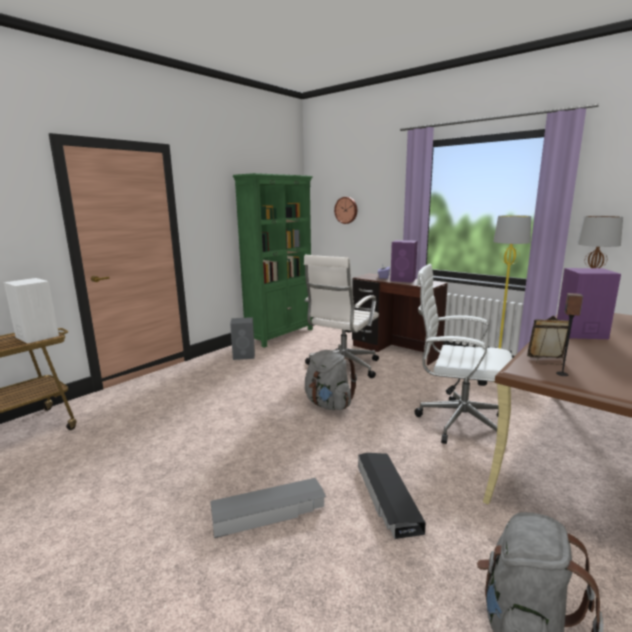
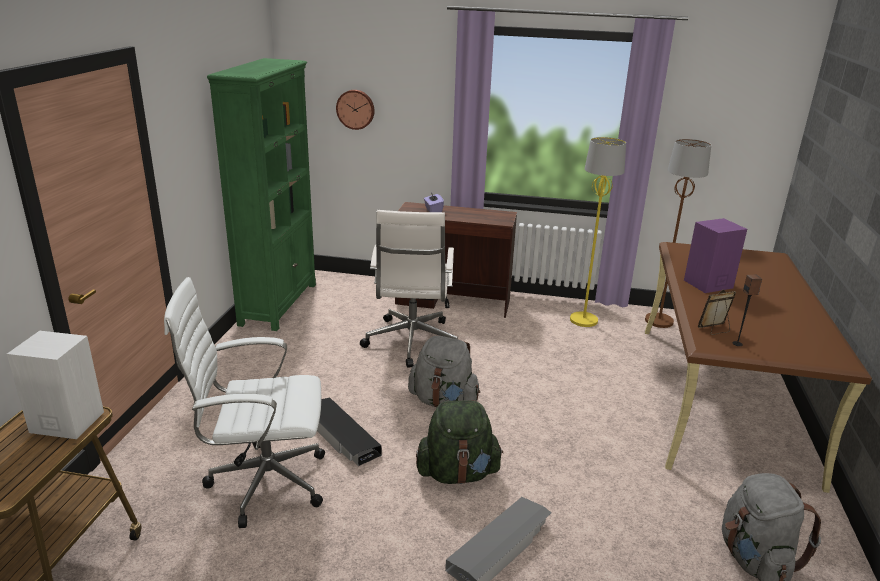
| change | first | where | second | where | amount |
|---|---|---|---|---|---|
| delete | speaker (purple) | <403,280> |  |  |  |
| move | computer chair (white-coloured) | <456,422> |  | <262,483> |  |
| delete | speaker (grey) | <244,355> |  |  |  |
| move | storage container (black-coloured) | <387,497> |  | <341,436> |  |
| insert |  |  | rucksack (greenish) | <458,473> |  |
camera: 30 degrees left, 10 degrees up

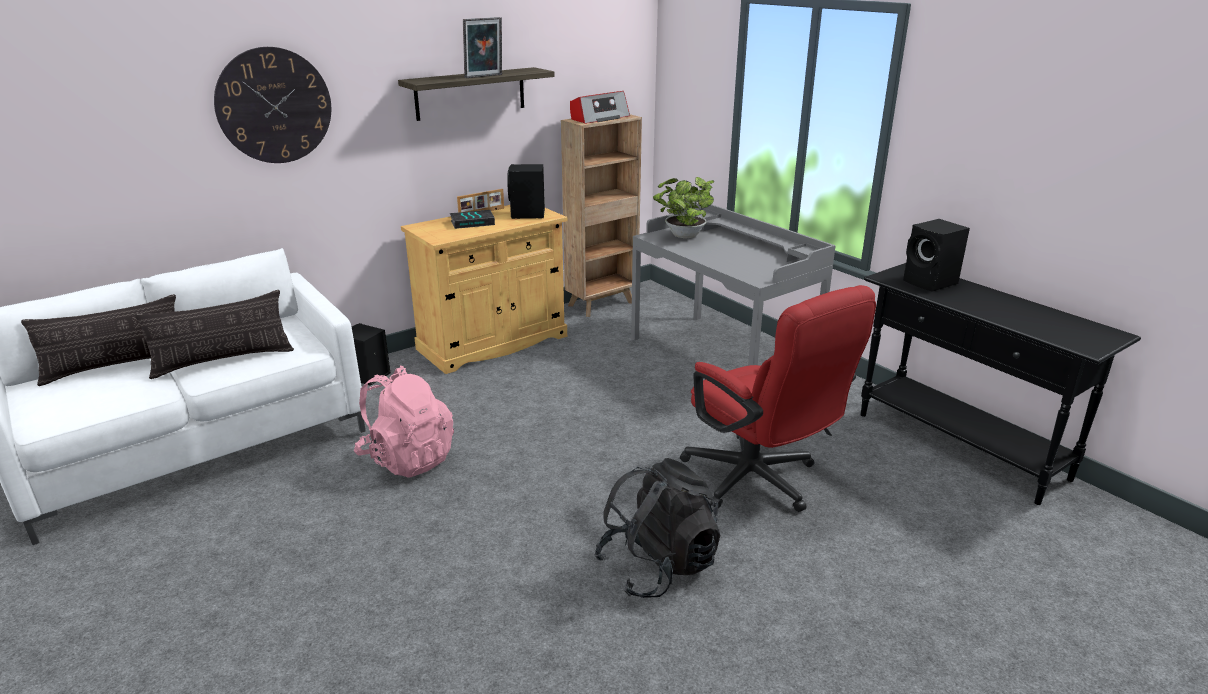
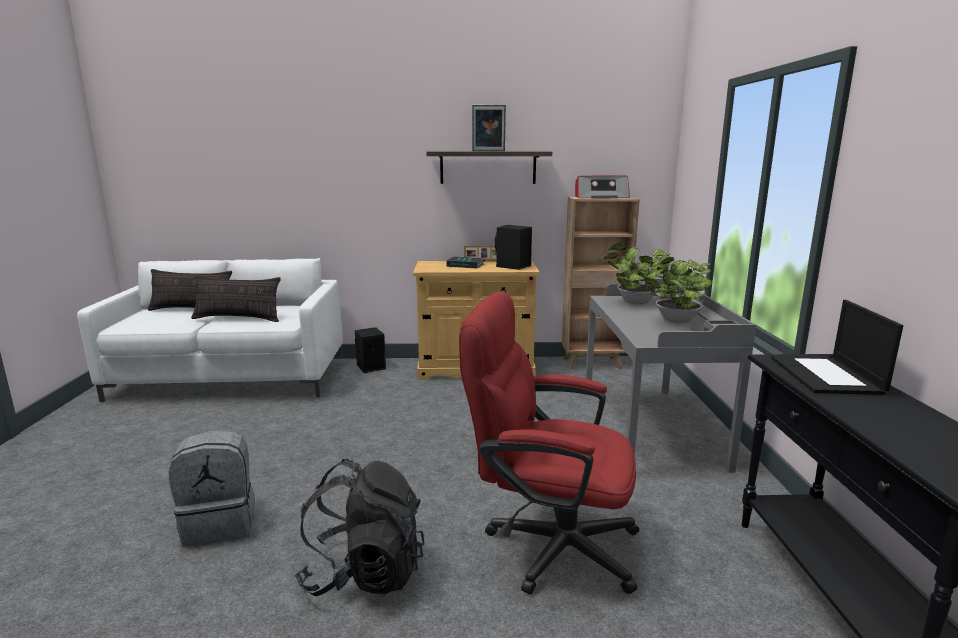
| change | first | where | second | where | amount |
|---|---|---|---|---|---|
| delete | hanging clock | <274,106> |  |  |  |
| replace | speaker (black-coloured) | <931,283> | notebook computer | <827,376> |  |
| rotate | computer chair (red) | <759,482> |  | <548,544> | 105 degrees clockwise |
| delete | rucksack (pinkish) | <407,458> |  |  |  |
| insert |  |  | houseplant | <674,321> |  |
| insert |  |  | rucksack (grey) | <221,523> |  |
camera: 35 degrees right, 10 degrees down

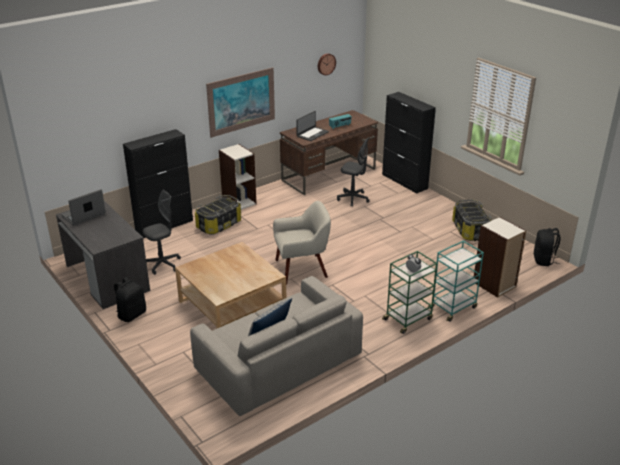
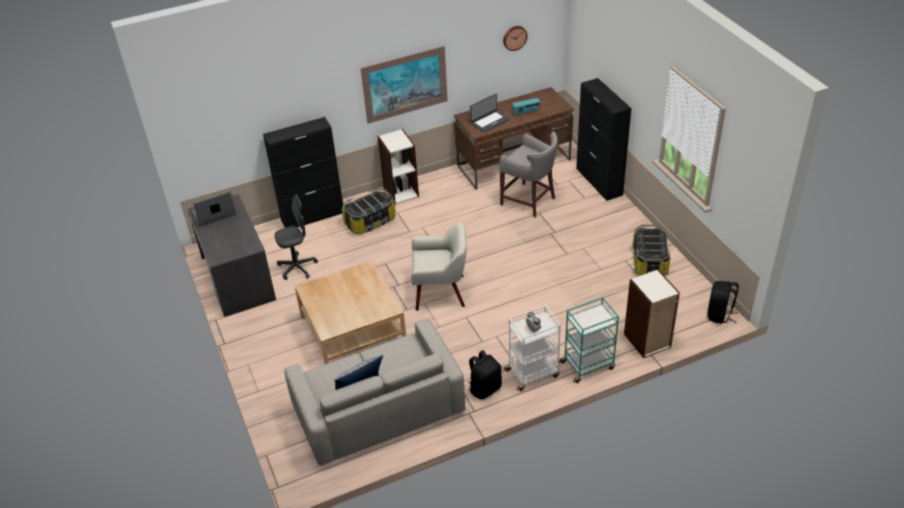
| change | first | where | second | where | amount |
|---|---|---|---|---|---|
| replace | computer chair (grey) | <353,199> | stool seat (grey) | <529,201> |  |
| recolor | cart (greenish) | <408,319> | cart (white-coloured) | <532,373> |  |
| move | rucksack (black-coloured) | <131,314> |  | <485,388> |  |
camera: 15 degrees right, 10 degrees up

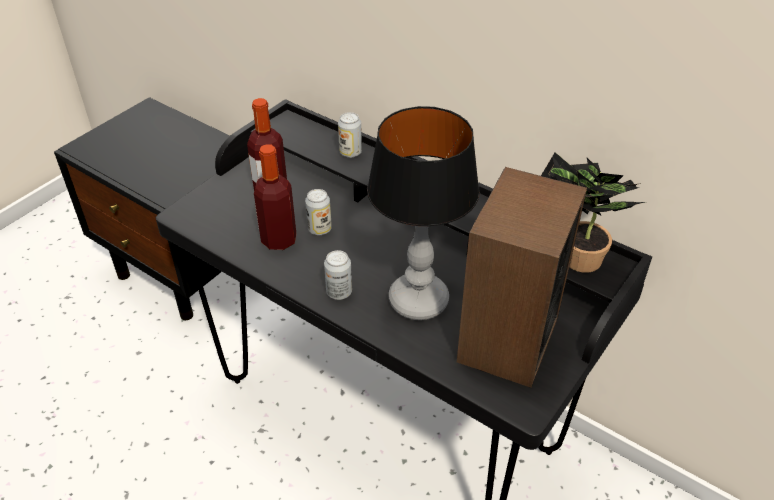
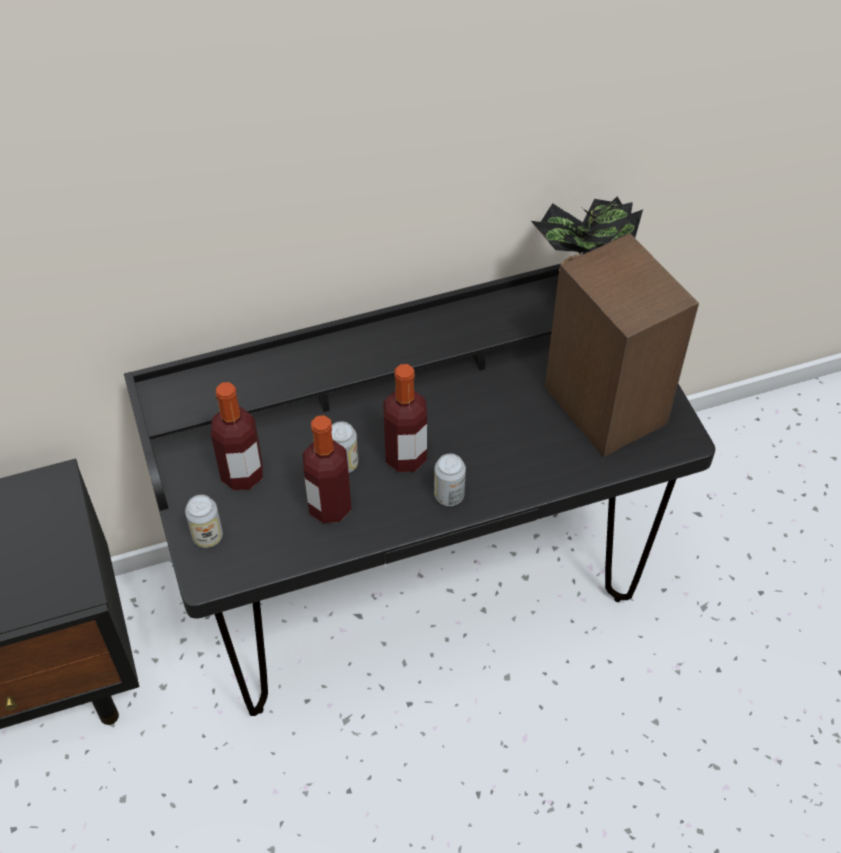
| change | first | where | second | where | amount |
|---|---|---|---|---|---|
| delete | table lamp | <417,301> |  |  |  |
| move | sealed can | <350,152> |  | <207,536> |  |
| insert |  |  | beverage bottle | <405,457> |  |
camera: 55 degrees left, 10 degrees up

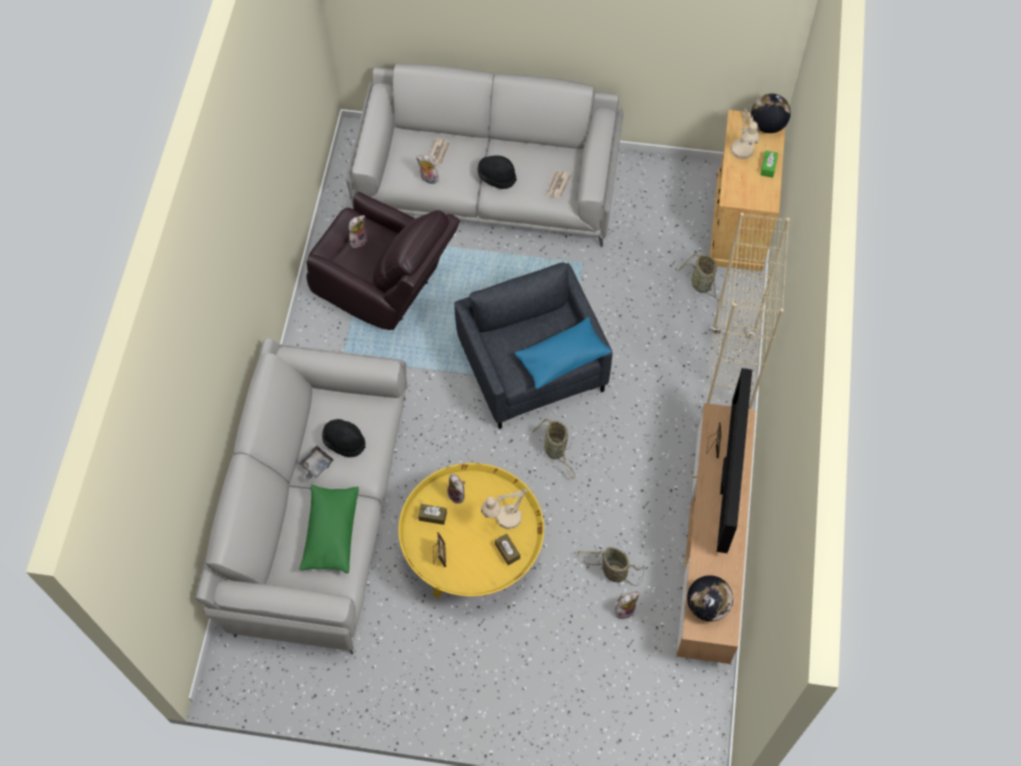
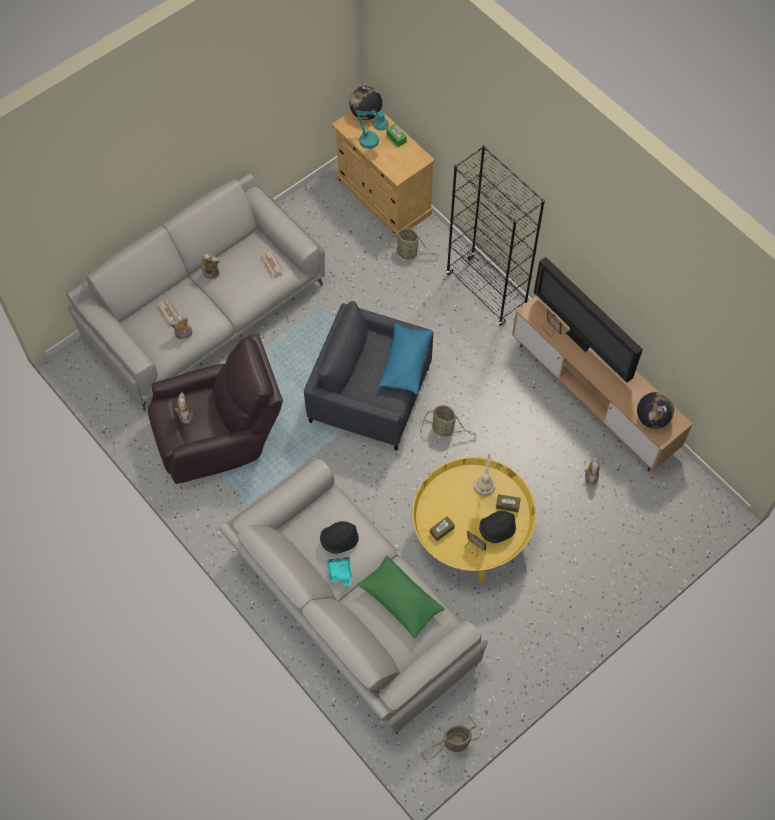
| change | first | where | second | where | amount |
|---|---|---|---|---|---|
| recolor | table lamp (beige-coloured) | <742,154> | table lamp (blue-green) | <372,143> |  |
| move | wearable hat (black-coloured) | <497,177> |  | <497,530> |  |
| recolor | shelving unit (beige-coloured) | <729,375> | shelving unit (black-coloured) | <486,291> |  |
| recolor | tray (grey) | <315,465> | tray (blue-green) | <340,572> |  |
| move | plush toy | <458,494> |  | <212,273> |  |
| move | storage basket | <612,571> |  | <454,743> |  |
camera: 50 degrees left, 0 degrees up

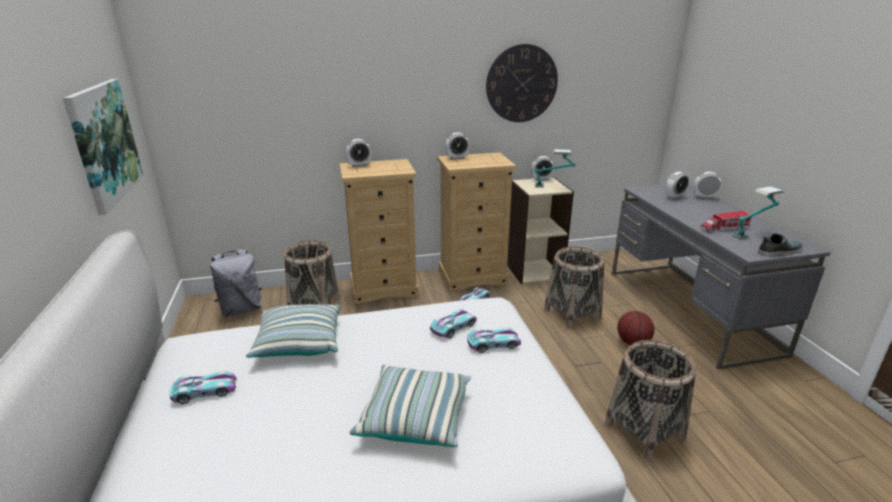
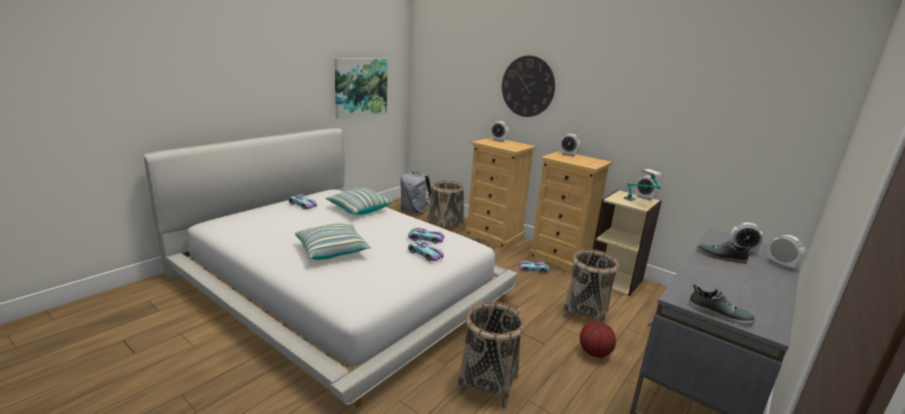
| change | first | where | second | where | amount |
|---|---|---|---|---|---|
| move | hanging clock | <521,84> |  | <527,86> |  |
| delete | table lamp | <752,234> |  |  |  |
| delete | model truck | <724,228> |  |  |  |
| insert |  |  | low shoe | <721,257> |  |
camera: 50 degrees right, 5 degrees down

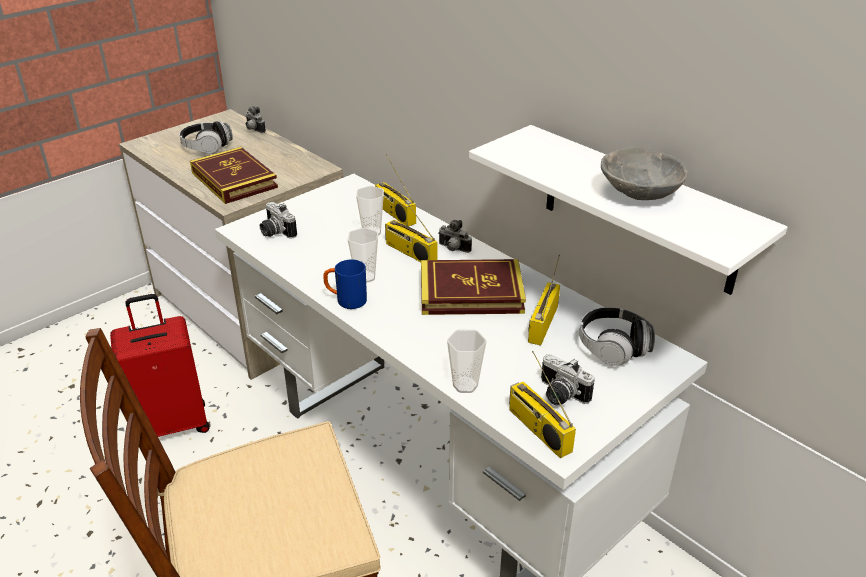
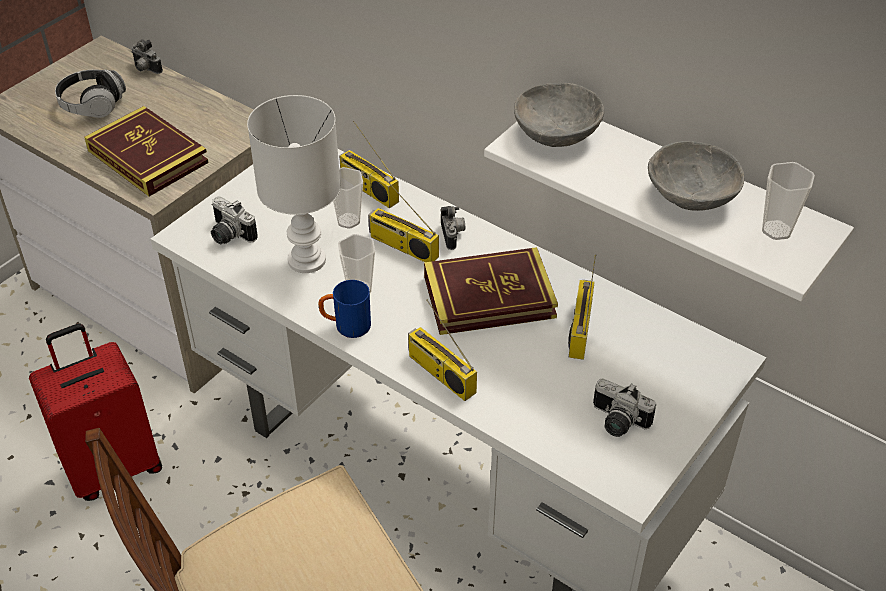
| change | first | where | second | where | amount |
|---|---|---|---|---|---|
| rotate | still camera | <453,249> |  | <453,236> | 120 degrees counterclockwise |
| delete | pair of headphones | <613,347> |  |  |  |
| move | cup | <465,385> |  | <776,230> |  |
| move | radio | <537,429> |  | <439,374> |  |
| insert |  |  | deep dish (grey) | <558,134> |  |
| insert |  |  | table lamp (white-coloured) | <305,260> |  |
camera: 10 degrees left, 10 degrees up

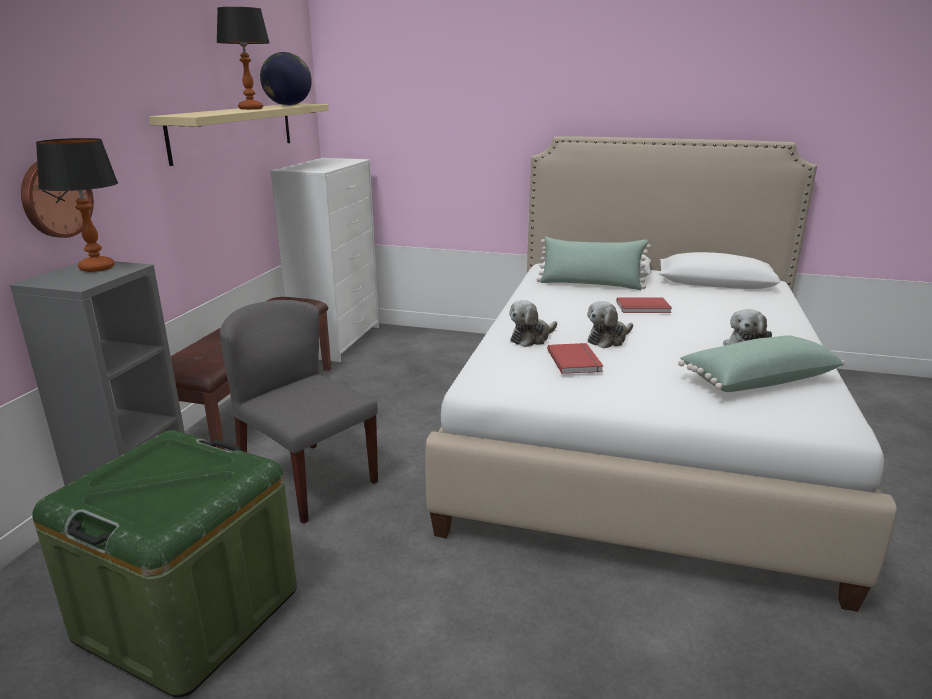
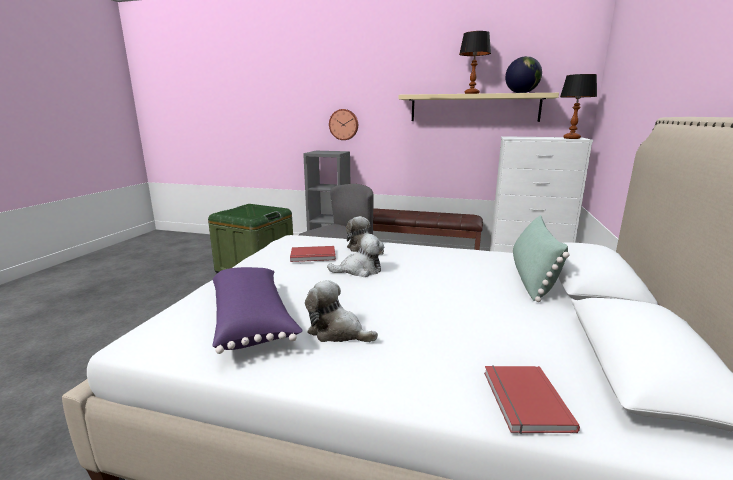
| change | first | where | second | where | amount |
|---|---|---|---|---|---|
| move | table lamp | <97,268> |  | <572,138> |  |
| move | volume (red) | <644,308> |  | <523,400> |  |
| rotate | plush toy | <608,339> |  | <359,270> | 120 degrees clockwise |
| recolor | throw pillow (greenish) | <756,379> | throw pillow (purple) | <253,321> |  |
camera: 90 degrees right, 5 degrees down

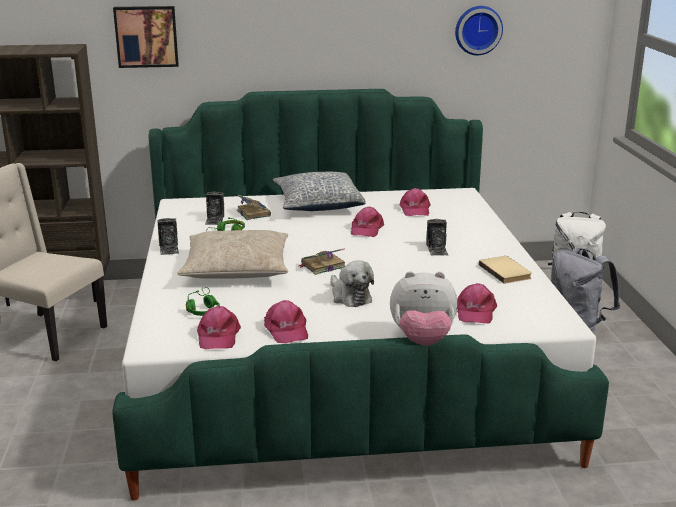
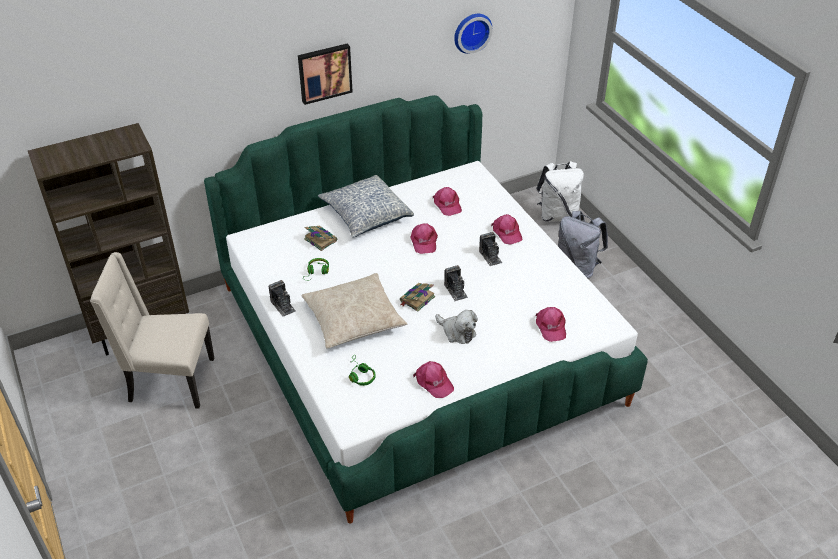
| change | first | where | second | where | amount |
|---|---|---|---|---|---|
| move | picture | <146,36> |  | <324,72> |  |
| move | still camera | <214,219> |  | <456,291> |  |
| delete | volume (beige-coloured) | <506,271> |  |  |  |
| delete | plush toy | <422,340> |  |  |  |
| move | baseball cap (pinkish) | <218,336> |  | <507,232> |  |
camera: 20 degrees left, 20 degrees up

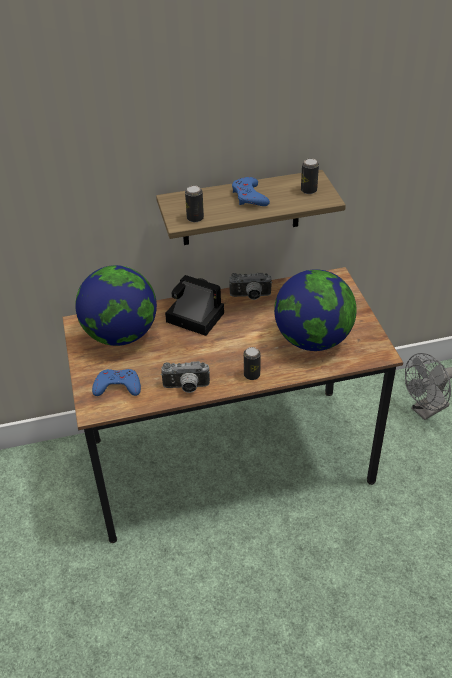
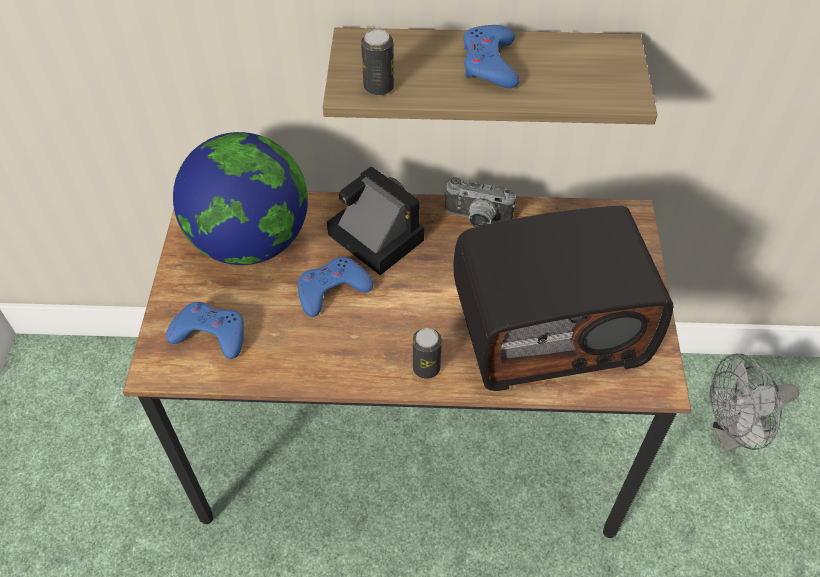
| change | first | where | second | where | amount |
|---|---|---|---|---|---|
| delete | sealed can | <308,190> |  |  |  |
| replace | desk globe | <313,340> | radio | <549,327> |  |
| delete | still camera | <186,388> |  |  |  |
| insert |  |  | gamepad (blue-coloured) | <332,290> |  |
camera: 15 degrees right, 10 degrees up

